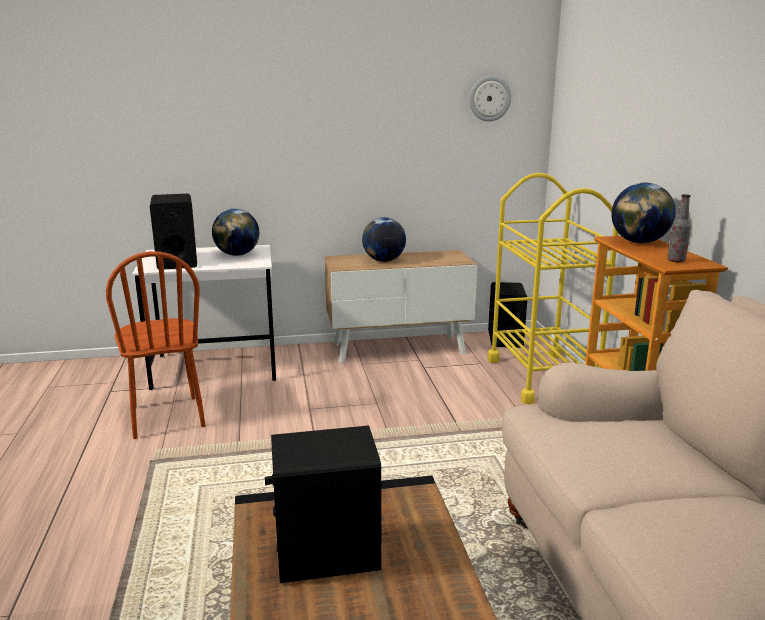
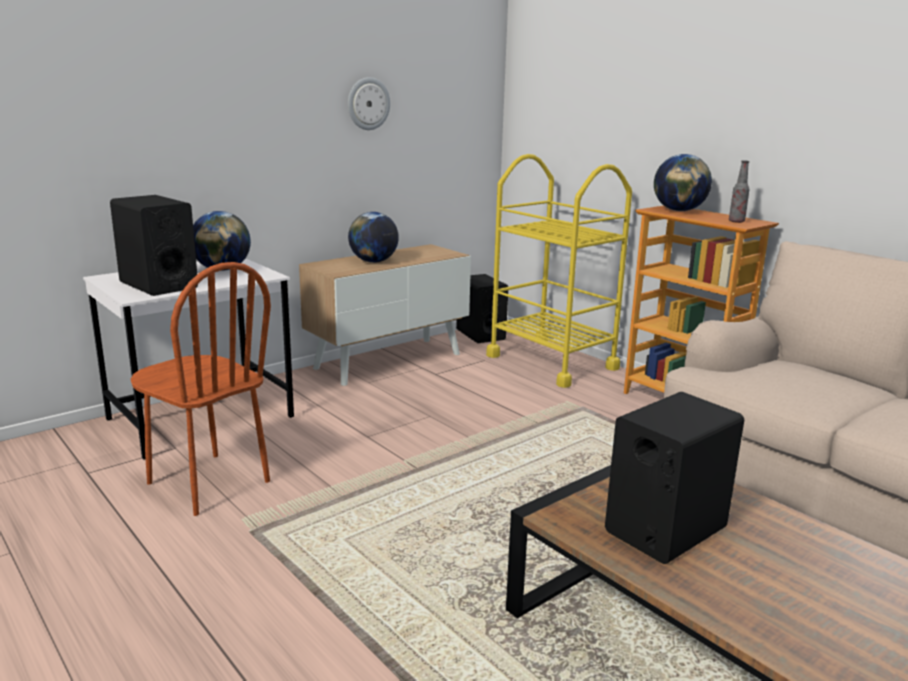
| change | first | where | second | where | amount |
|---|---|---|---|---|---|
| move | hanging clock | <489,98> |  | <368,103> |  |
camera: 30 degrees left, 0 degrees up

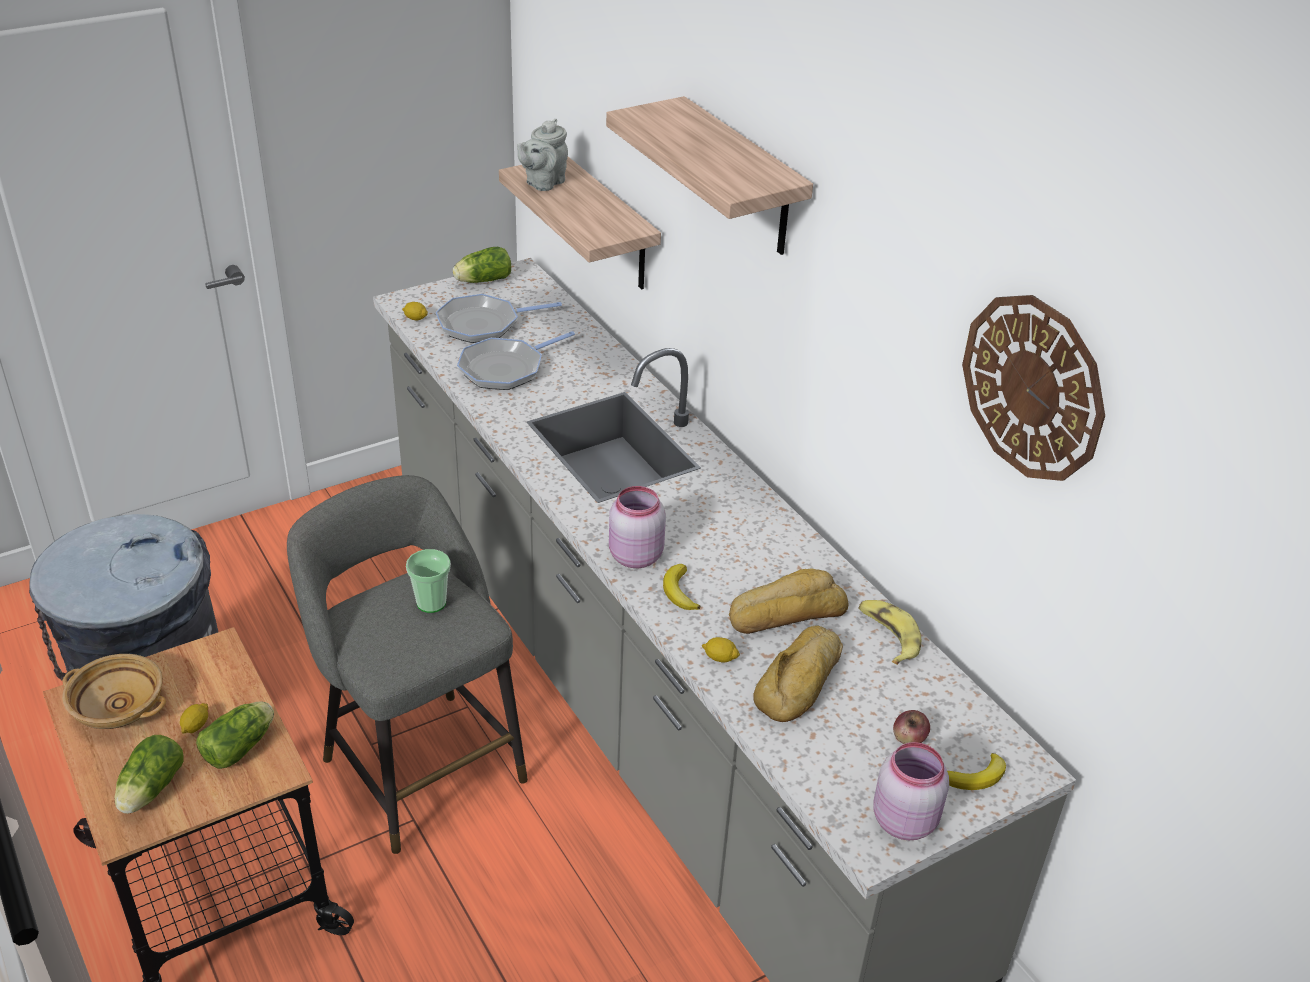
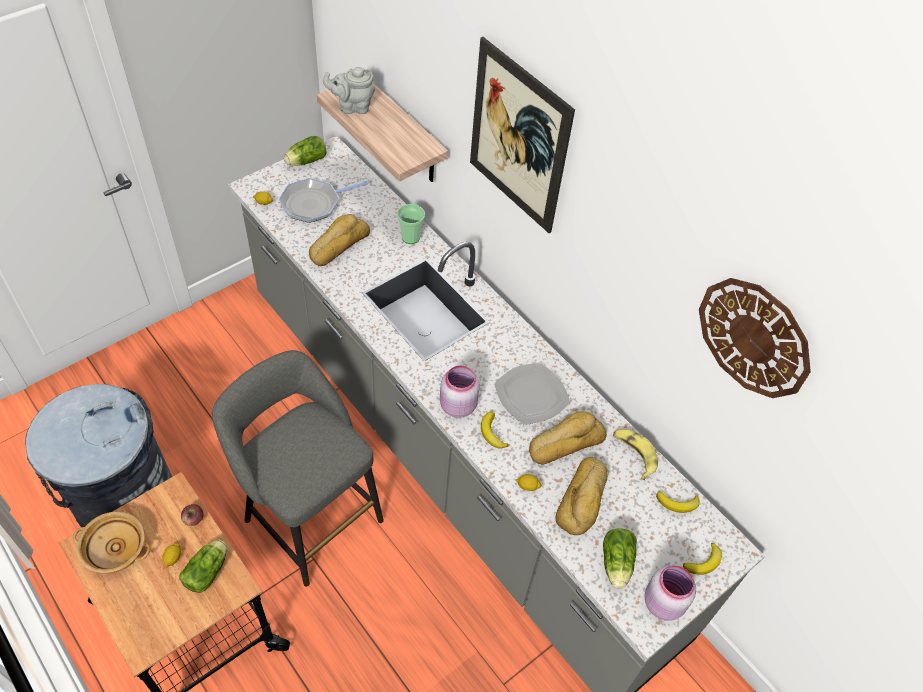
| change | first | where | second | where | amount |
|---|---|---|---|---|---|
| replace | bracket shelf | <742,179> | picture | <518,138> |  |
| rotate | teapot (grey) | <543,183> |  | <352,107> | 60 degrees clockwise |
| replace | pan | <505,369> | baked bread | <338,244> |  |
| move | cup | <431,603> |  | <410,237> |  |
| move | whole apple | <909,739> |  | <194,519> |  |
| move | lettuce head | <149,790> |  | <616,565> |  |
| insert |  |  | flat dish | <531,396> |  |
| insert |  |  | banana fruit | <678,503> |  |
camera: 10 degrees left, 15 degrees up

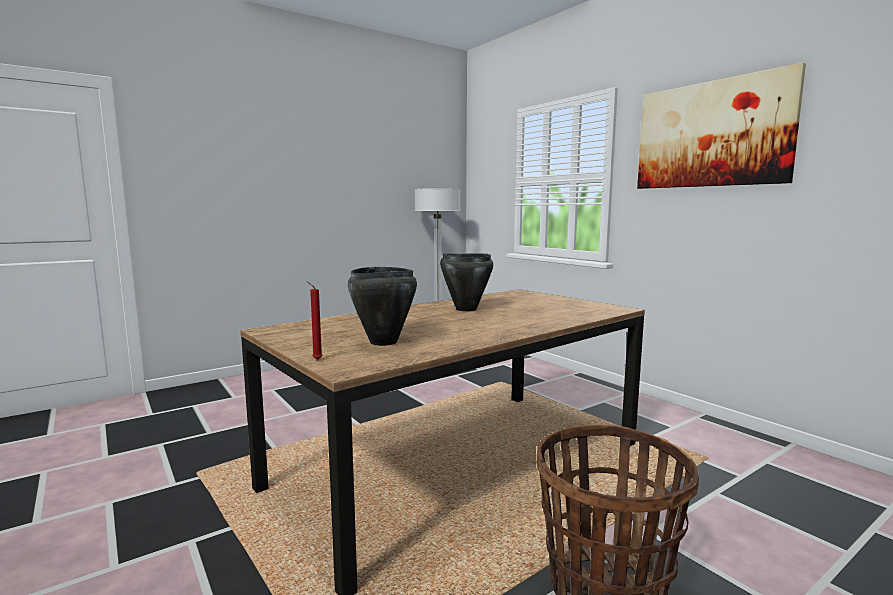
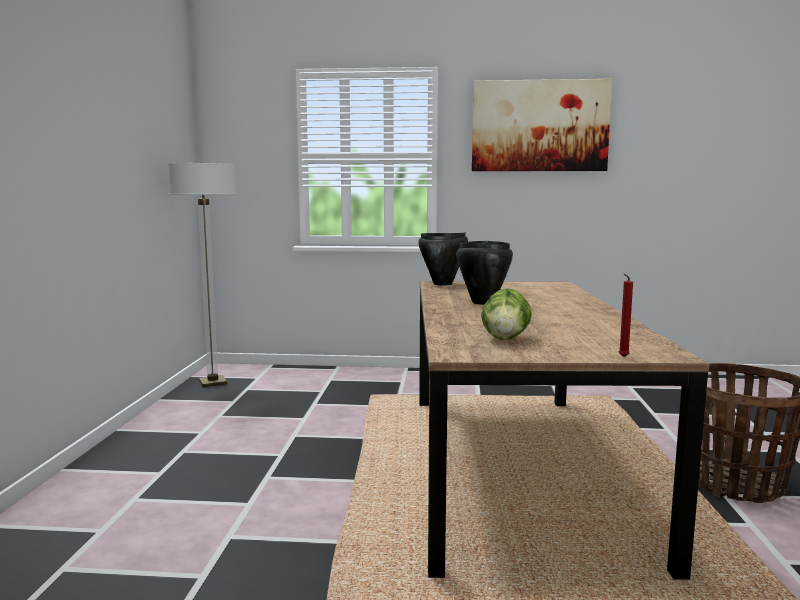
| change | first | where | second | where | amount |
|---|---|---|---|---|---|
| move | stockpot (black-coloured) | <383,342> |  | <443,284> |  |
| insert |  |  | lettuce head | <505,339> |  |
camera: 50 degrees left, 0 degrees up

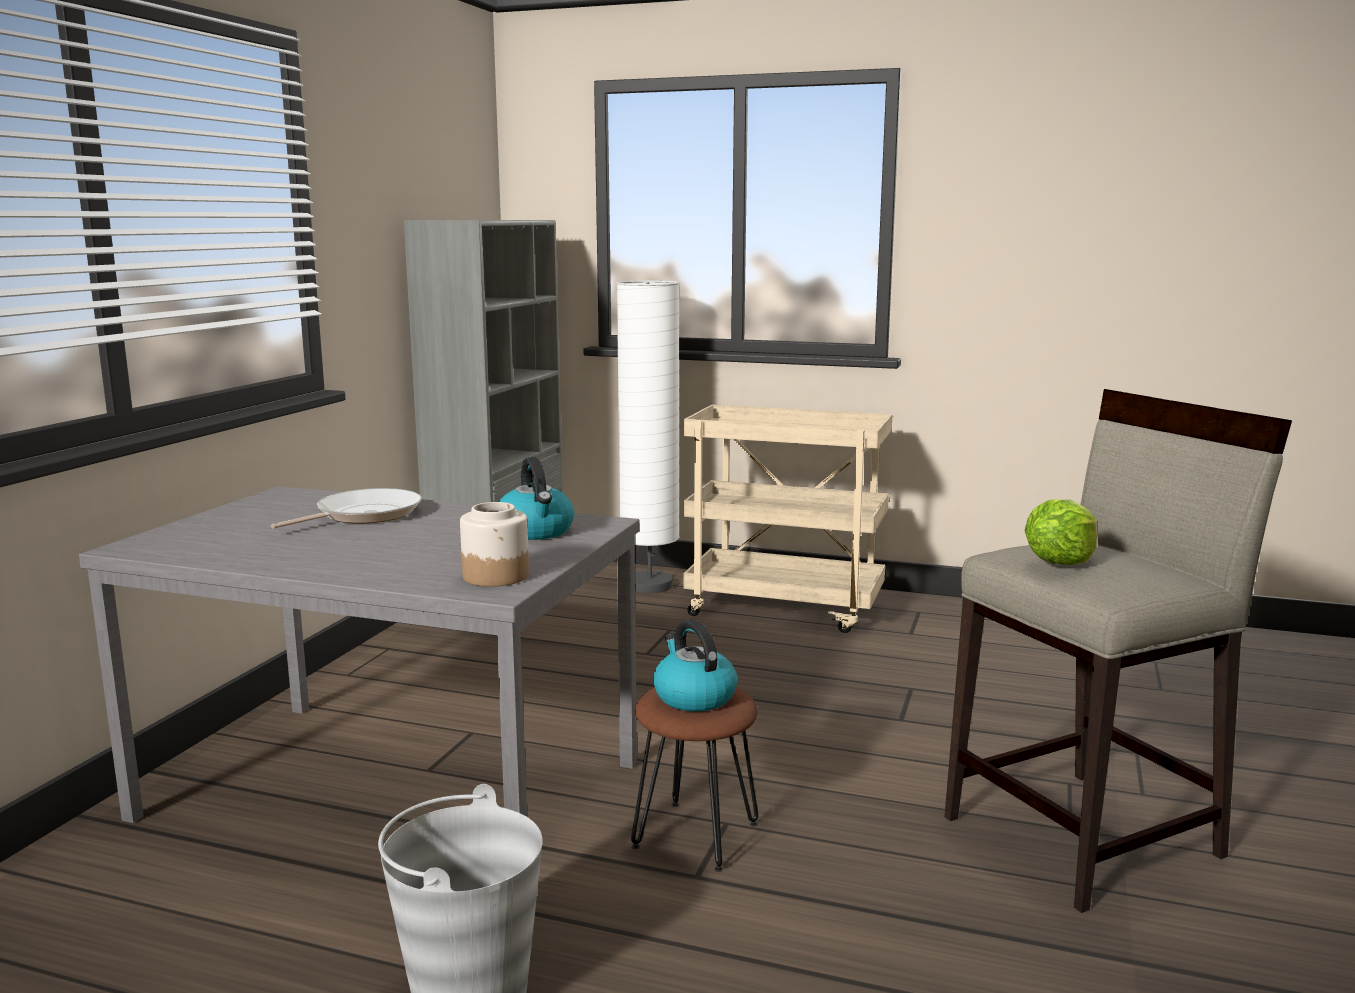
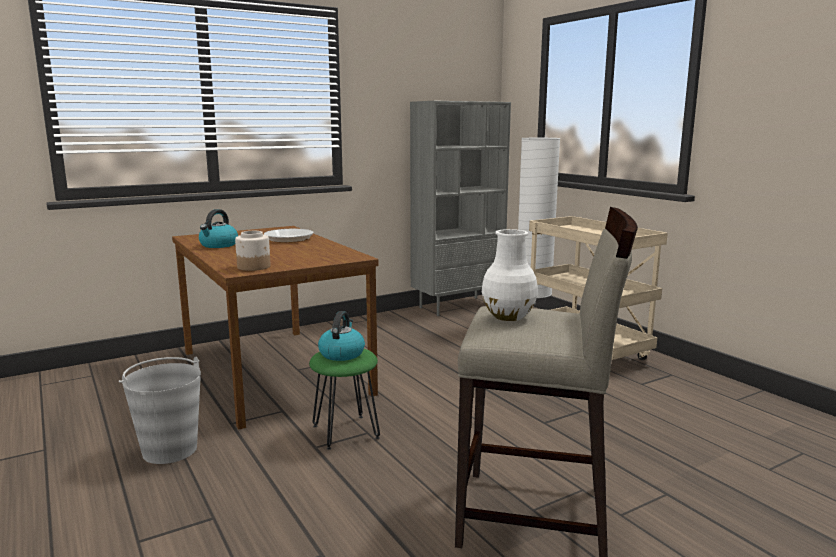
| change | first | where | second | where | amount |
|---|---|---|---|---|---|
| move | tea kettle | <536,532> |  | <218,245> |  |
| recolor | dining table (grey) | <388,791> | dining table (brown) | <272,372> |  |
| replace | lettuce head | <1060,562> | vase (white-coloured) | <507,316> |  |
| recolor | stool seat (brown) | <696,834> | stool seat (greenish) | <346,432> |  |
camera: 40 degrees right, 0 degrees up

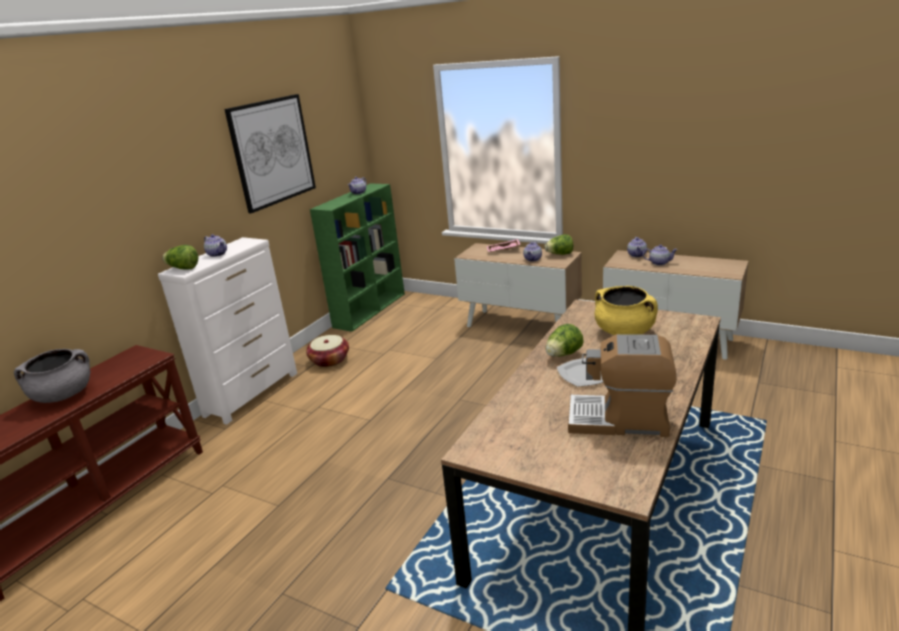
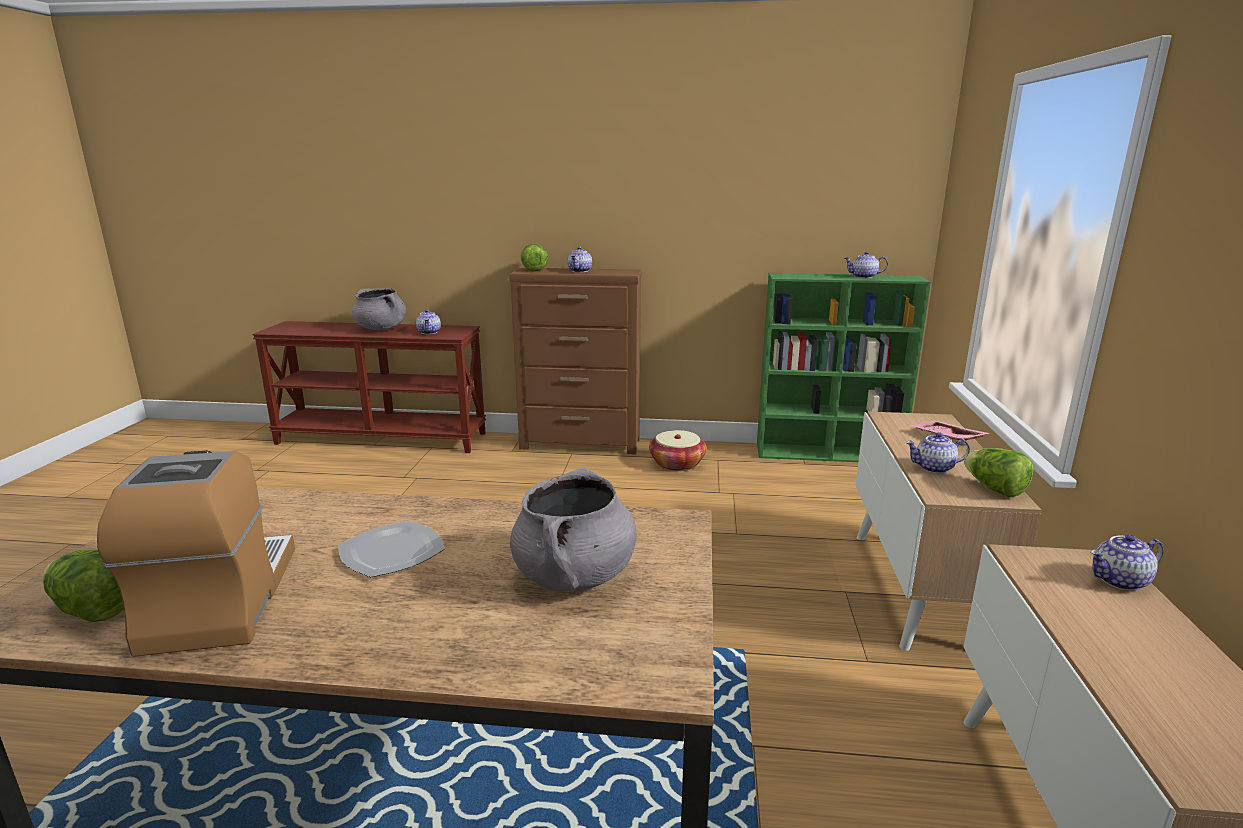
| change | first | where | second | where | amount |
|---|---|---|---|---|---|
| delete | picture | <272,152> |  |  |  |
| recolor | drawer chest (white-coloured) | <253,394> | drawer chest (brown) | <581,444> |  |
| move | teapot | <659,263> |  | <429,332> |  |
| recolor | stockpot (yellowish) | <624,332> | stockpot (grey) | <574,575> |  |
| move | lettuce head | <563,355> |  | <94,610> |  |
camera: 65 degrees right, 5 degrees down

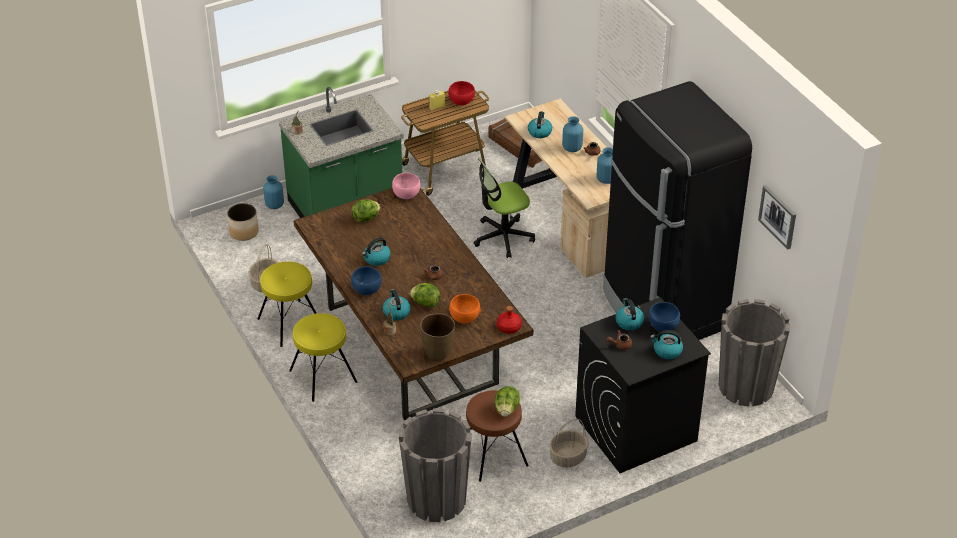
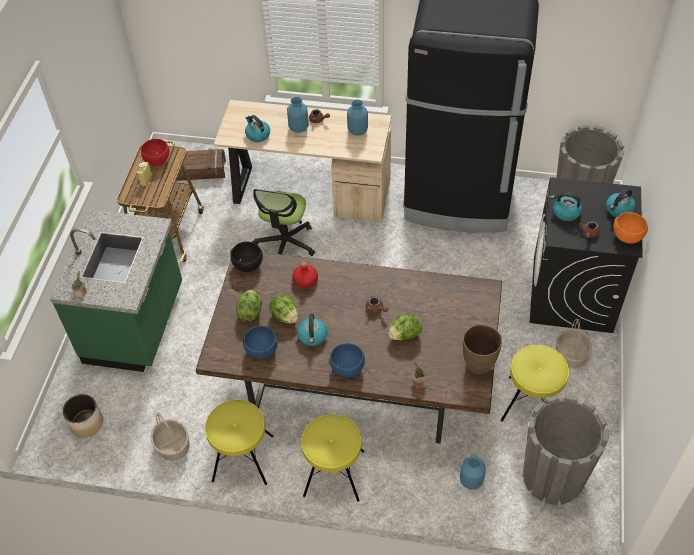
| change | first | where | second | where | amount |
|---|---|---|---|---|---|
| recolor | deep dish (pinkish) | <406,195> | deep dish (black-coloured) | <248,265> |  |
| move | vase (blue-coloured) | <274,205> |  | <470,480> |  |
| delete | picture | <778,216> |  |  |  |
| delete | tea kettle | <396,312> |  |  |  |
| move | deep dish (orange) | <464,318> |  | <627,236> |  |
| move | deep dish (blue-coloured) | <663,326> |  | <261,350> |  |
| move | beverage bottle (red) | <508,327> |  | <305,280> |  |
| move | lettuce head | <506,409> |  | <285,316> |  |
| recolor | stool seat (brown) | <493,455> | stool seat (yellowish) | <531,404> |  |
camera: 50 degrees left, 10 degrees up

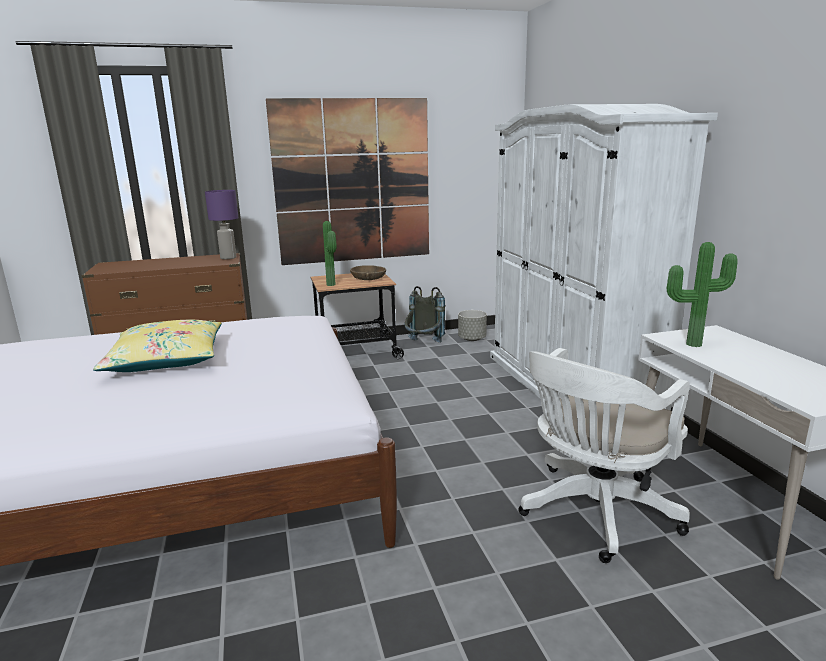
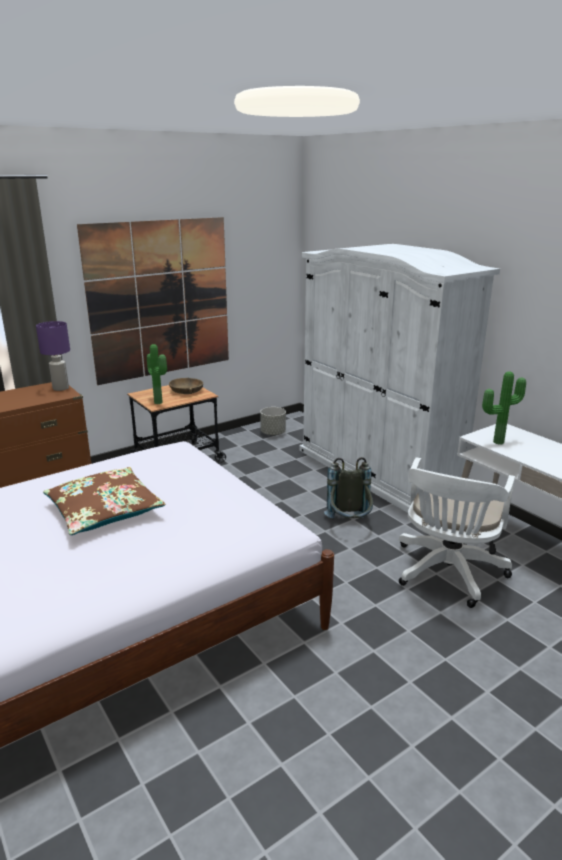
| change | first | where | second | where | amount |
|---|---|---|---|---|---|
| move | rucksack (grey) | <423,345> |  | <349,525> |  |
| recolor | throw pillow (yellowish) | <166,359> | throw pillow (brown) | <104,511> |  |
camera: 20 degrees left, 5 degrees up

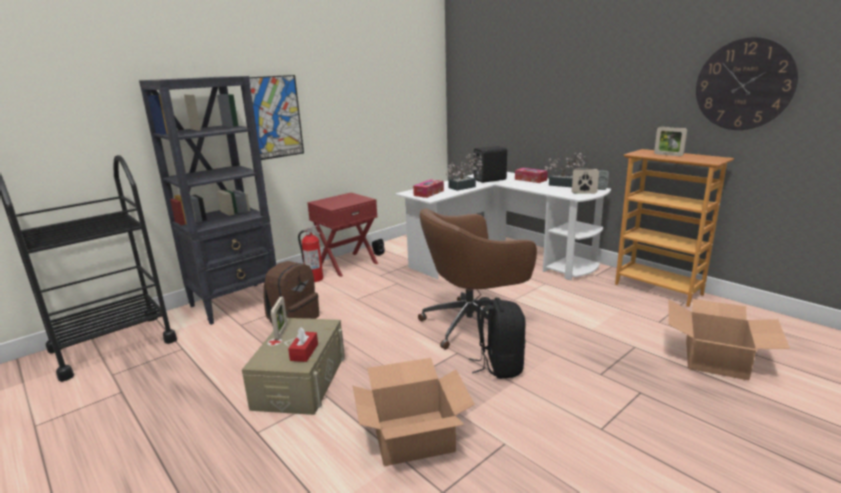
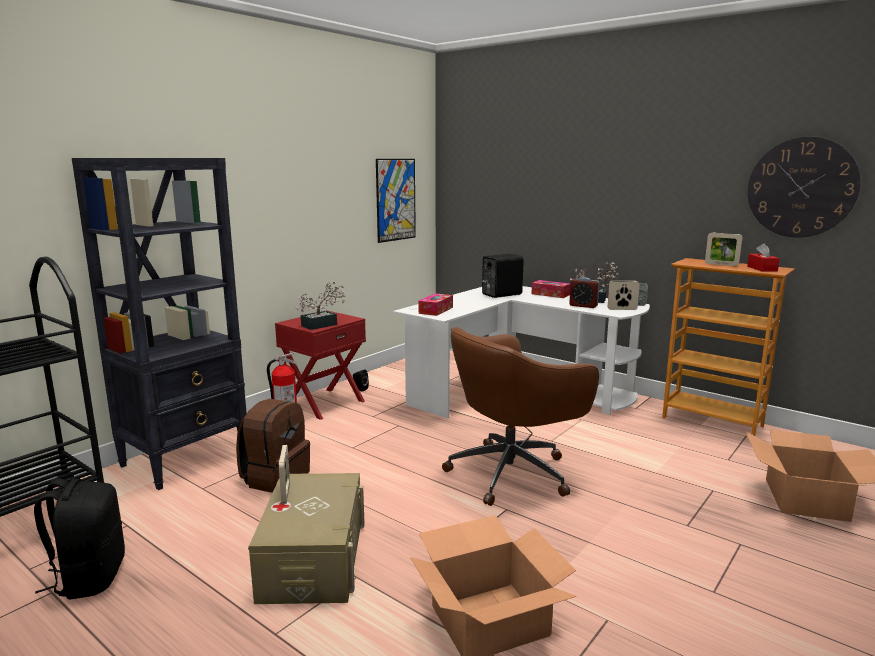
| change | first | where | second | where | amount |
|---|---|---|---|---|---|
| move | picture | <274,117> |  | <396,200> |  |
| move | houseplant | <464,187> |  | <323,324> |  |
| move | rucksack (black-coloured) | <499,366> |  | <89,578> |  |
| move | tissue holder (red) | <304,352> |  | <762,268> |  |
| insert |  |  | alarm clock | <583,306> |  |
camera: 10 degrees left, 5 degrees down

